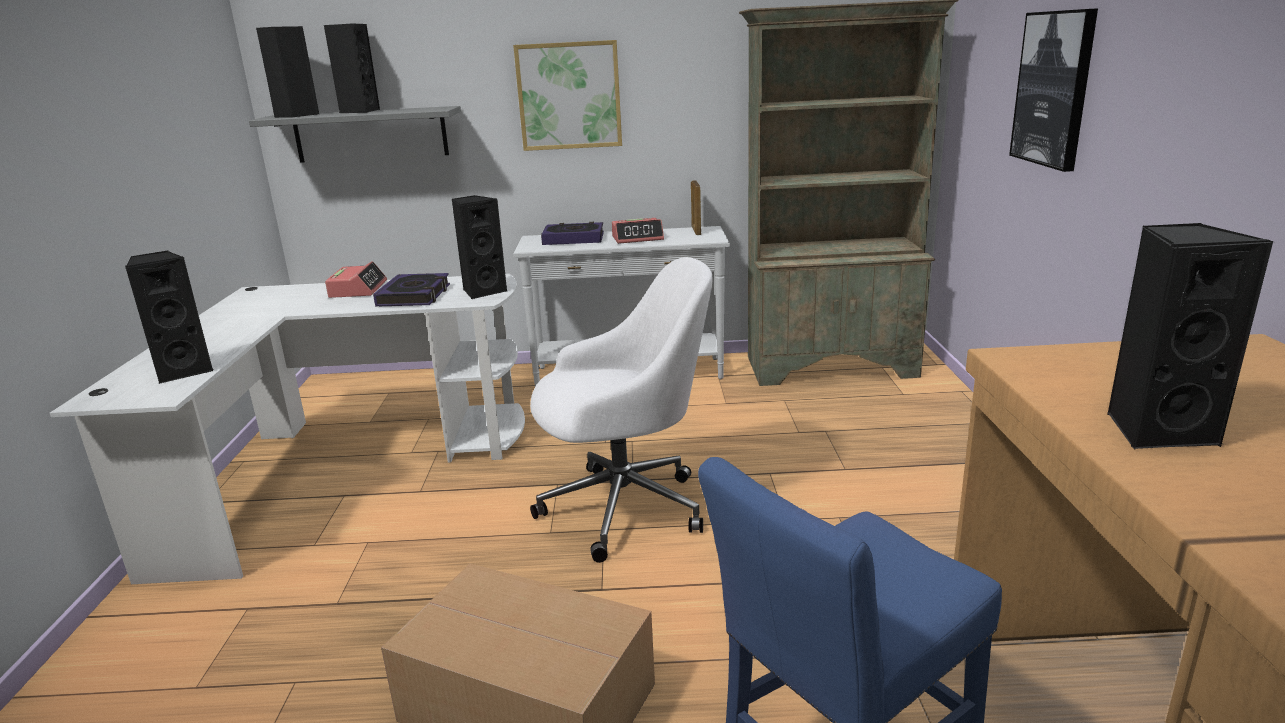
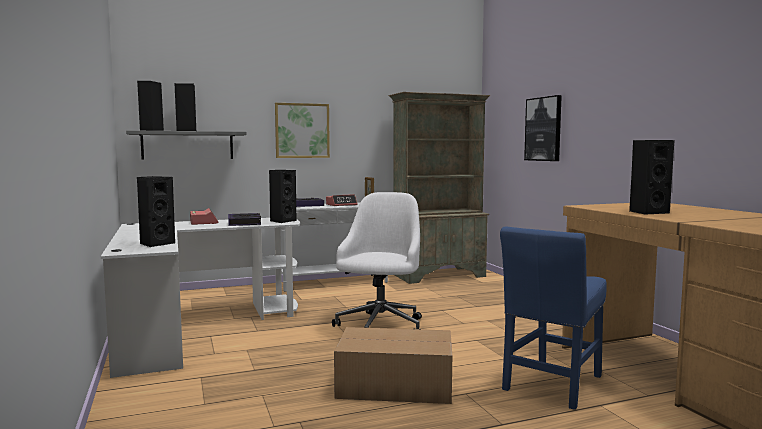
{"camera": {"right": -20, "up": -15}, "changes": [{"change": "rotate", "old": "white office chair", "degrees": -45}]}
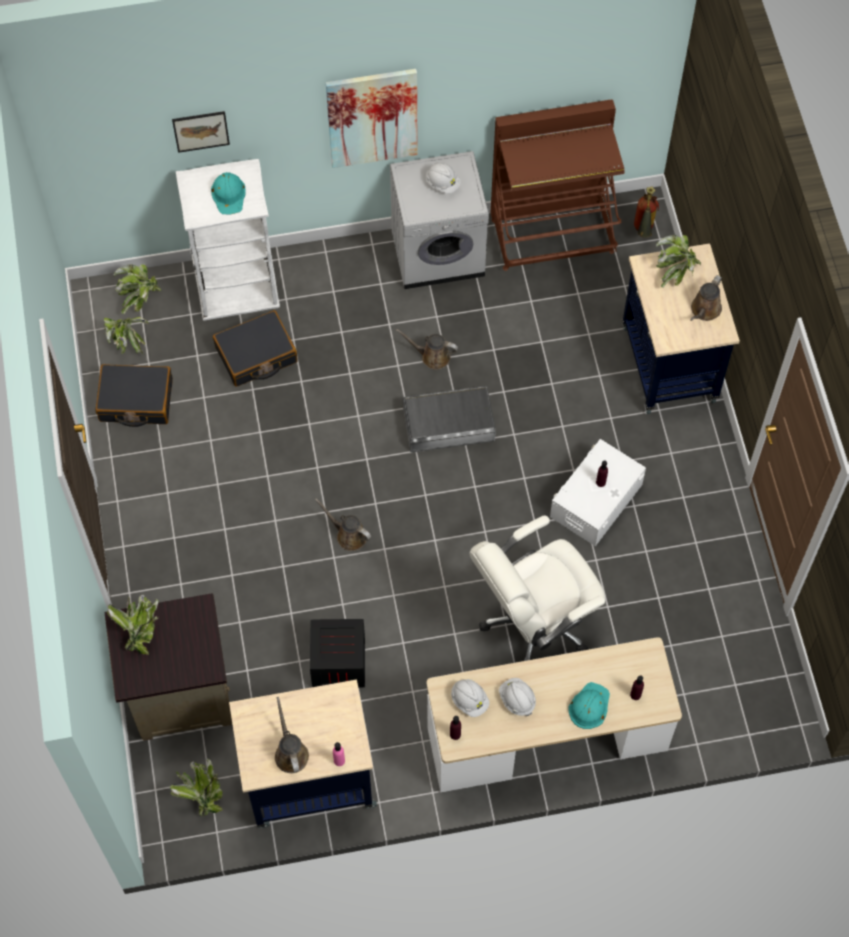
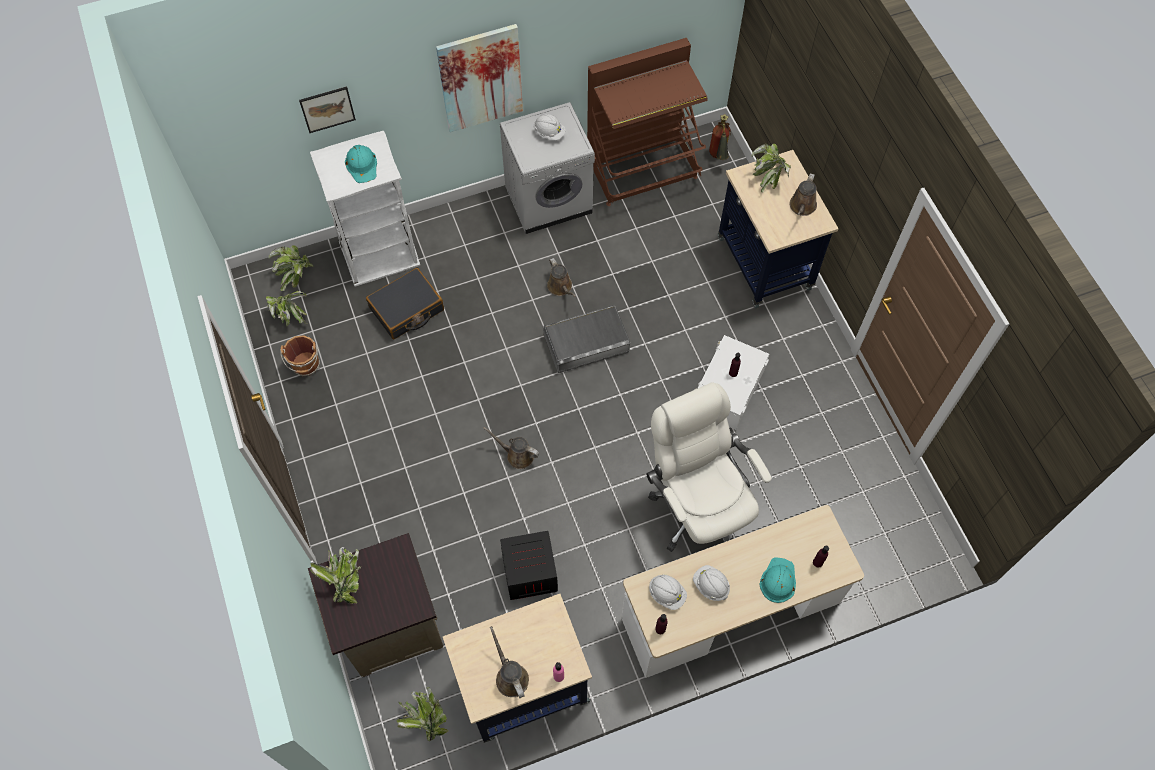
{"camera": {"right": -10, "up": 0}, "changes": [{"change": "replace", "old": "black suitcase (1st from left)", "new": "brown bucket"}, {"change": "rotate", "old": "brown watering can (3rd from left)", "degrees": -120}, {"change": "rotate", "old": "white office chair", "degrees": 105}]}
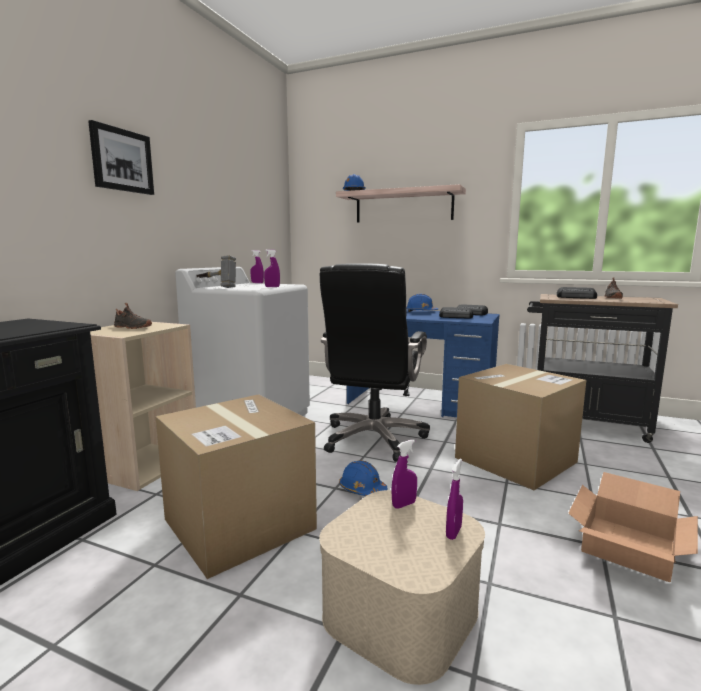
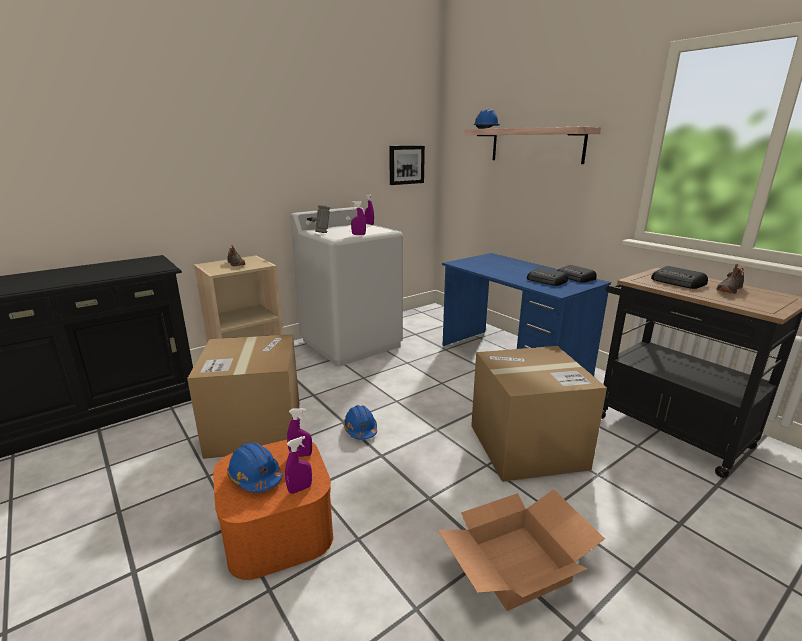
{"camera": {"right": 30, "up": 10}, "changes": [{"change": "recolor", "old": "beige storage box", "new": "orange storage box"}, {"change": "move", "old": "blue hard hat (3rd from left in the first image)", "new": "blue hard hat (1st from left)"}, {"change": "move", "old": "picture"}, {"change": "delete", "old": "black office chair"}]}
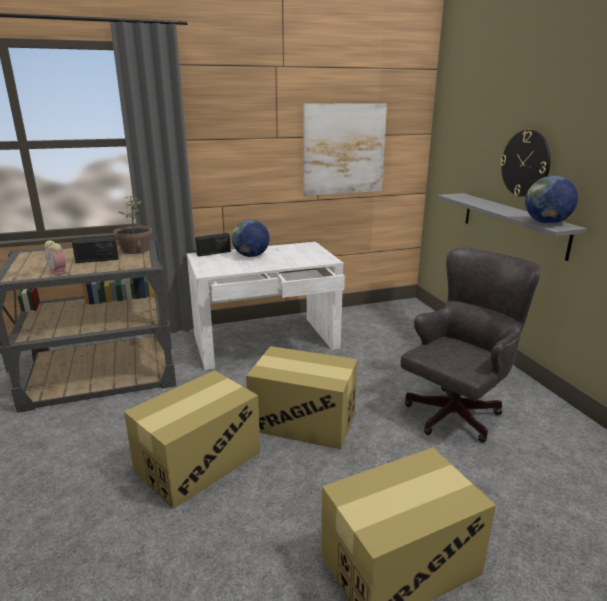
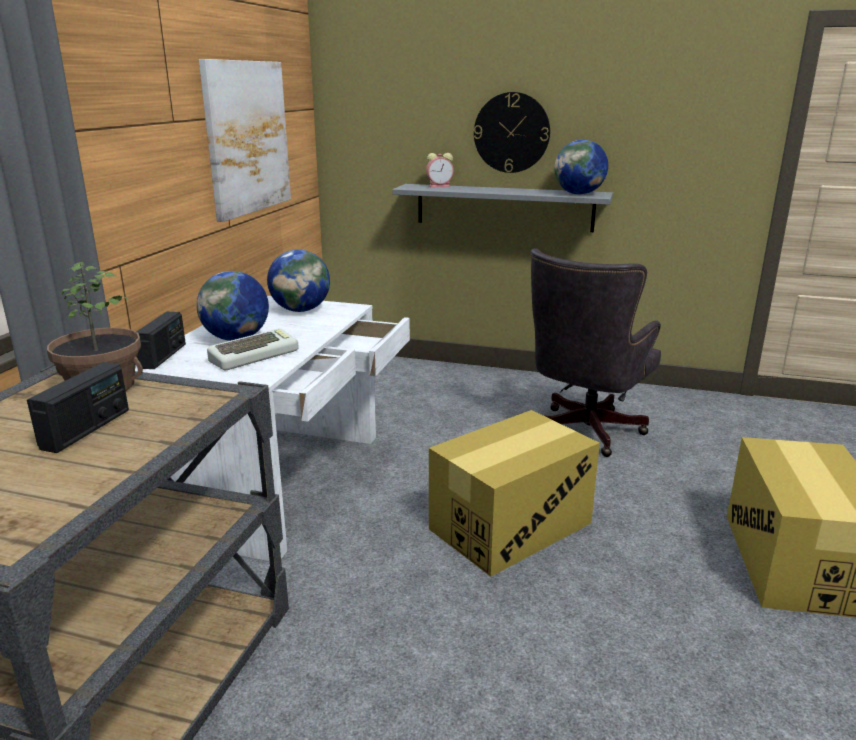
{"camera": {"right": -55, "up": 0}, "changes": [{"change": "insert", "new": "keyboard"}, {"change": "insert", "new": "globe (2nd from left)"}, {"change": "move", "old": "alarm clock"}, {"change": "rotate", "old": "grey office chair", "degrees": -135}, {"change": "delete", "old": "cardboard box (1st from left)"}]}
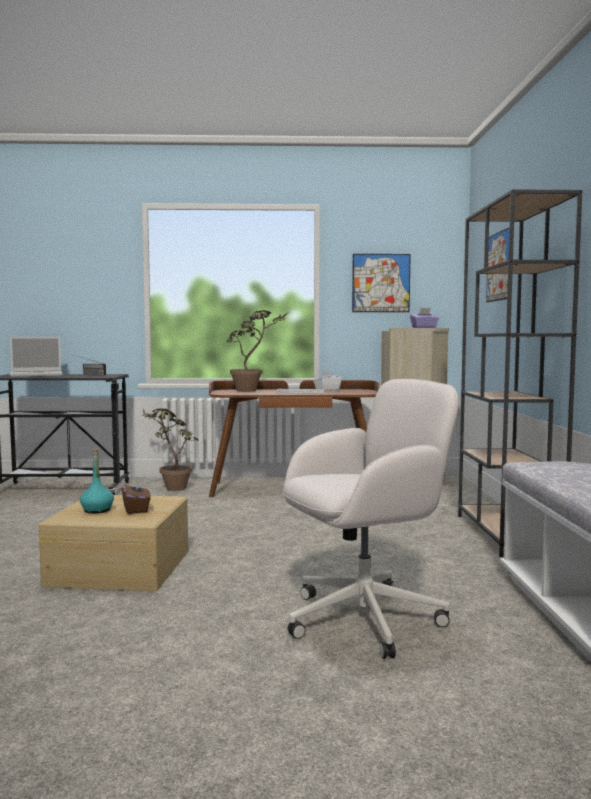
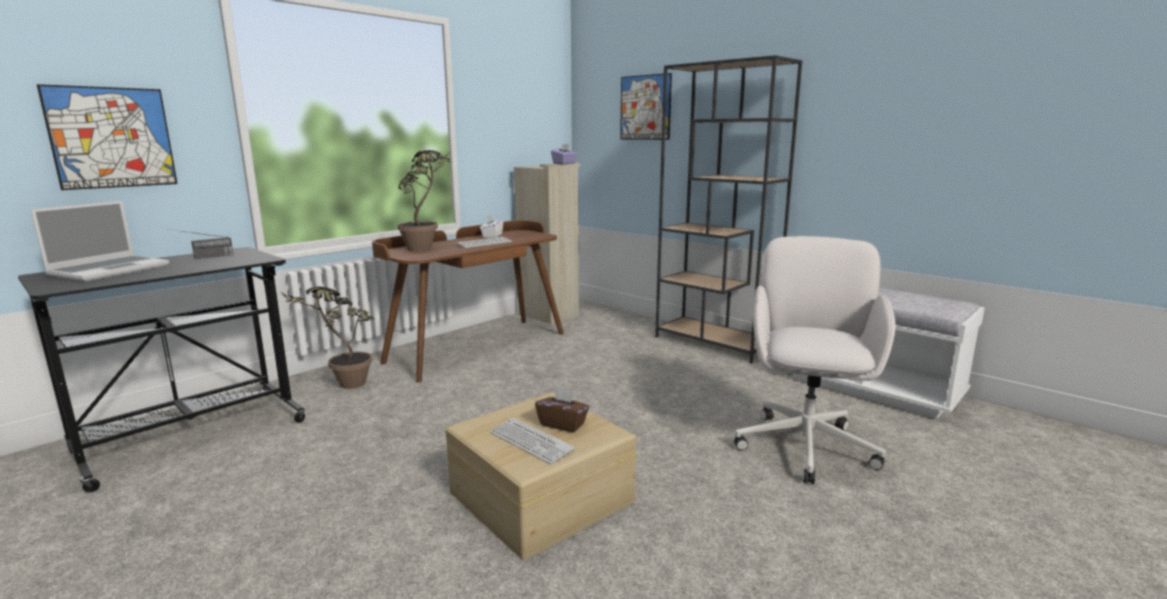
{"camera": {"right": -45, "up": 10}, "changes": [{"change": "move", "old": "picture (1st from left)"}, {"change": "replace", "old": "turquoise bottle", "new": "keyboard (2nd from left)"}]}
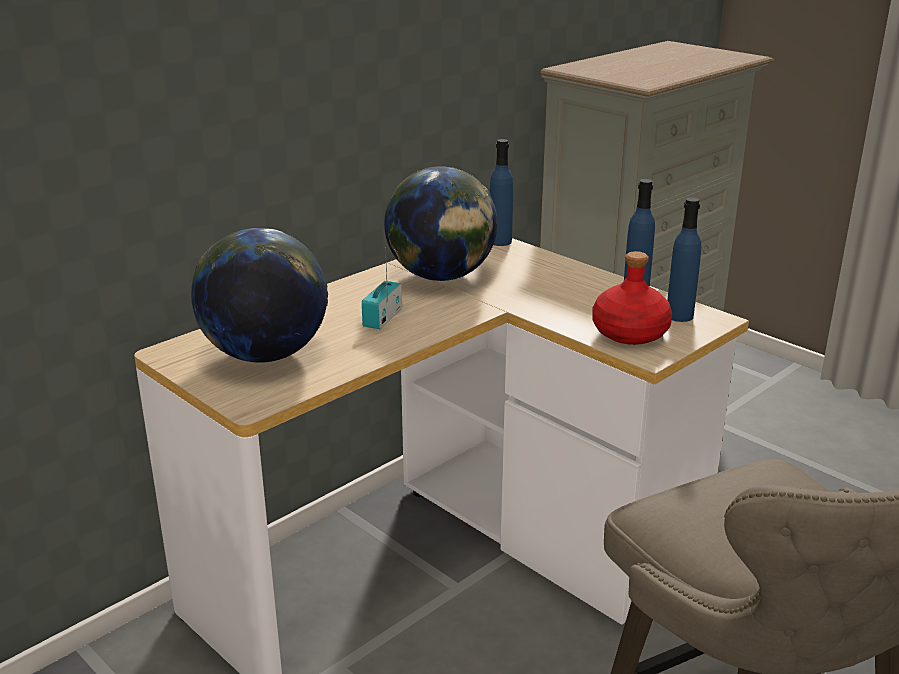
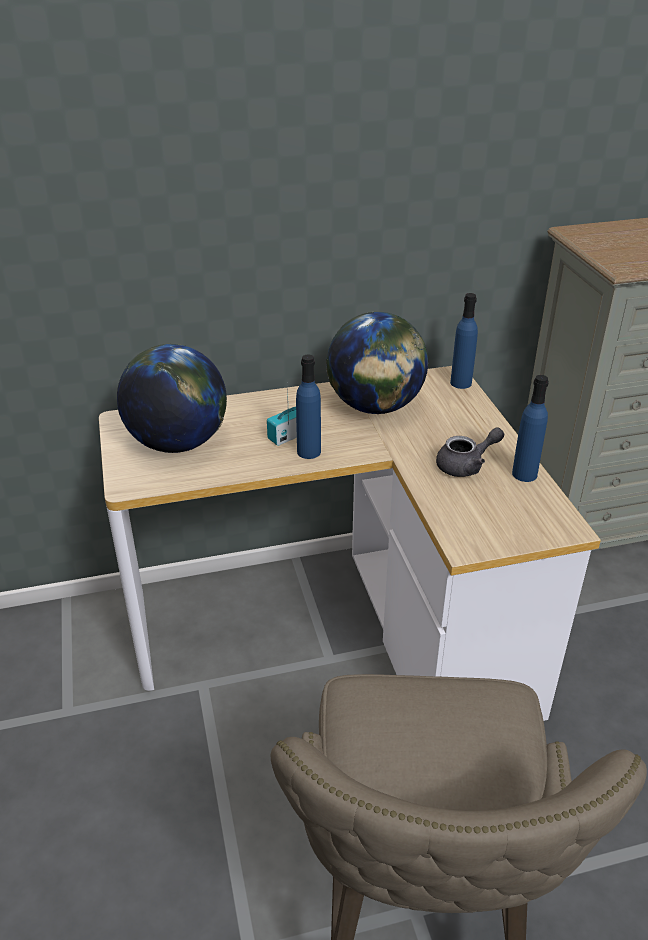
{"camera": {"right": 30, "up": 10}, "changes": [{"change": "move", "old": "blue bottle (3rd from left in the first image)", "new": "blue bottle (1st from left)"}, {"change": "insert", "new": "grey teapot"}, {"change": "delete", "old": "red bottle"}]}
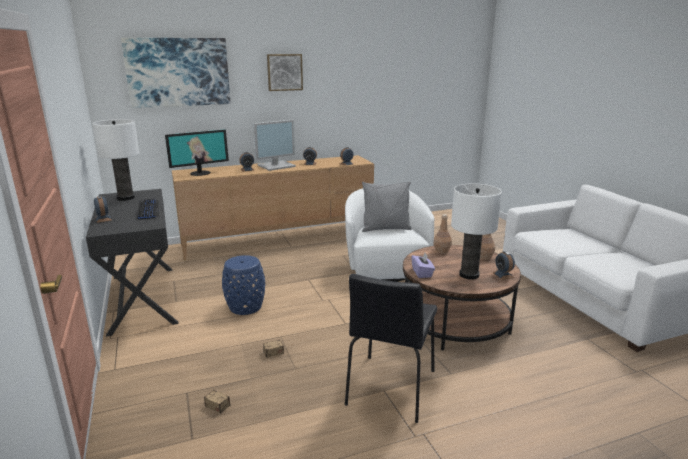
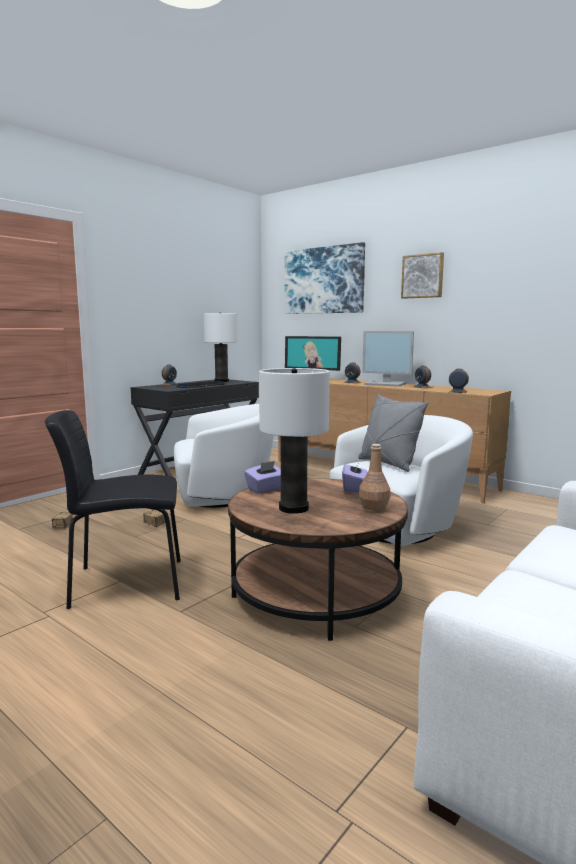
{"camera": {"right": 60, "up": -10}, "changes": [{"change": "replace", "old": "blue stool", "new": "white armchair (1st from left)"}, {"change": "replace", "old": "brown bottle (1st from left)", "new": "purple tissue box (2nd from left)"}, {"change": "delete", "old": "alarm clock (5th from left)"}]}
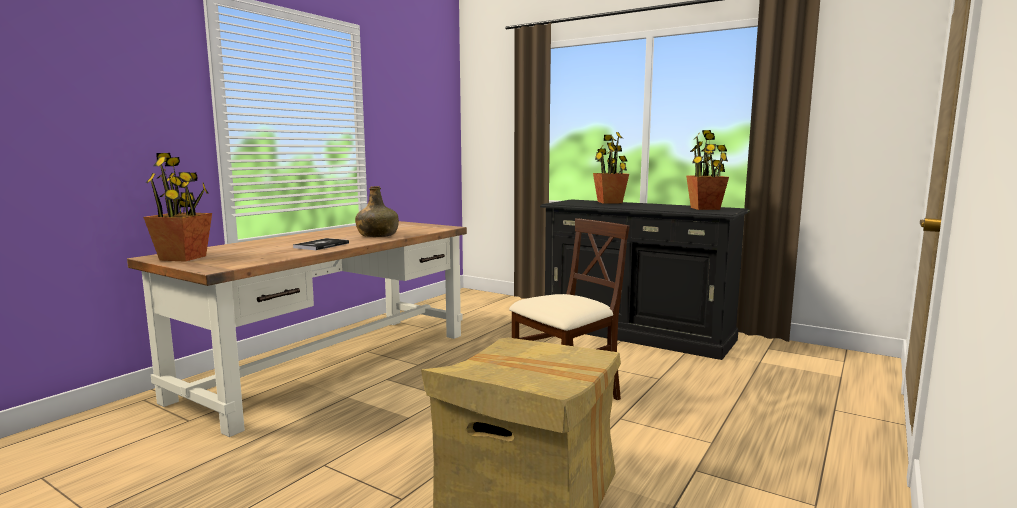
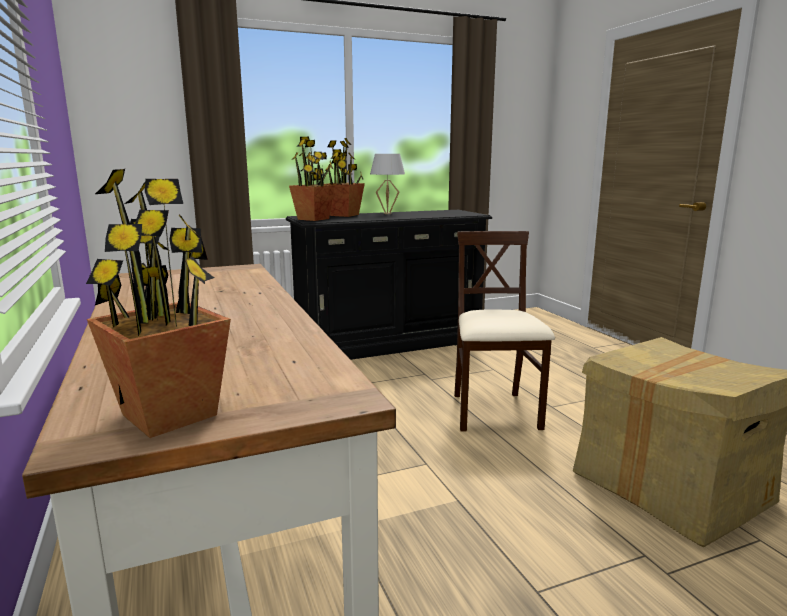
{"camera": {"right": -55, "up": 5}, "changes": [{"change": "move", "old": "potted plant (3rd from left in the first image)", "new": "potted plant (2nd from left)"}, {"change": "insert", "new": "white table lamp"}, {"change": "delete", "old": "book"}, {"change": "delete", "old": "green bottle"}]}
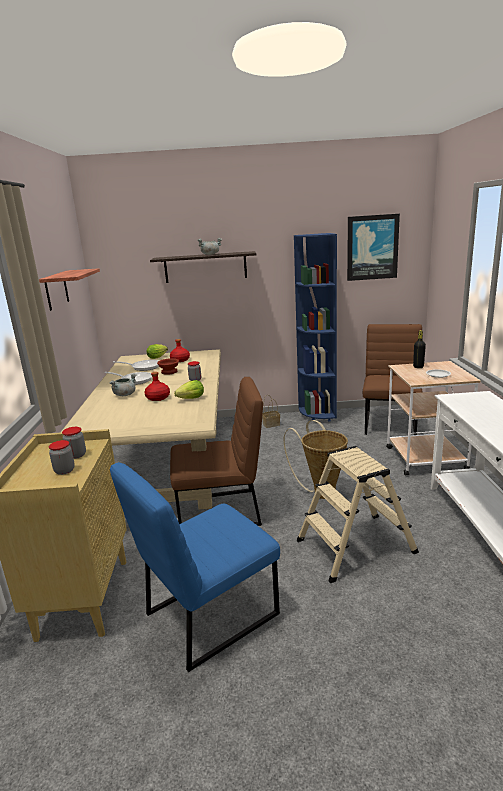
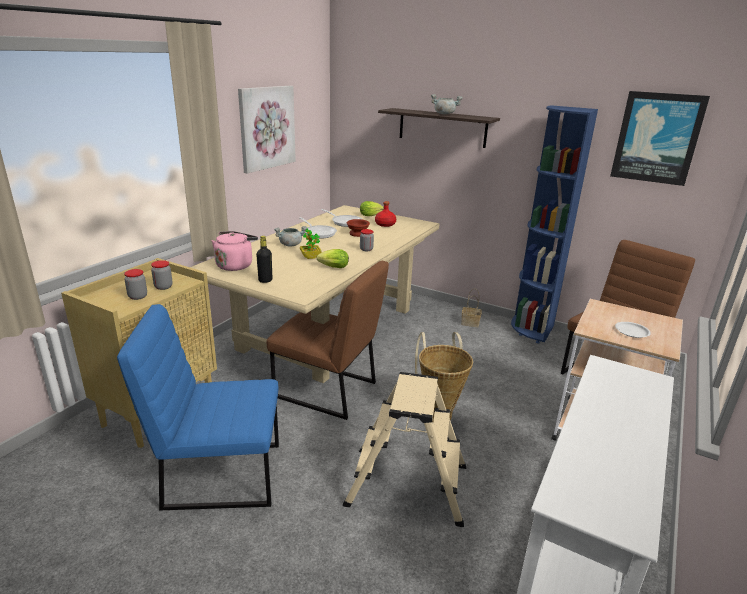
{"camera": {"right": 30, "up": 5}, "changes": [{"change": "insert", "new": "pink kettle"}, {"change": "replace", "old": "shelf (1st from left)", "new": "picture (1st from left)"}, {"change": "move", "old": "black bottle"}, {"change": "replace", "old": "red bottle (1st from left)", "new": "potted plant"}]}
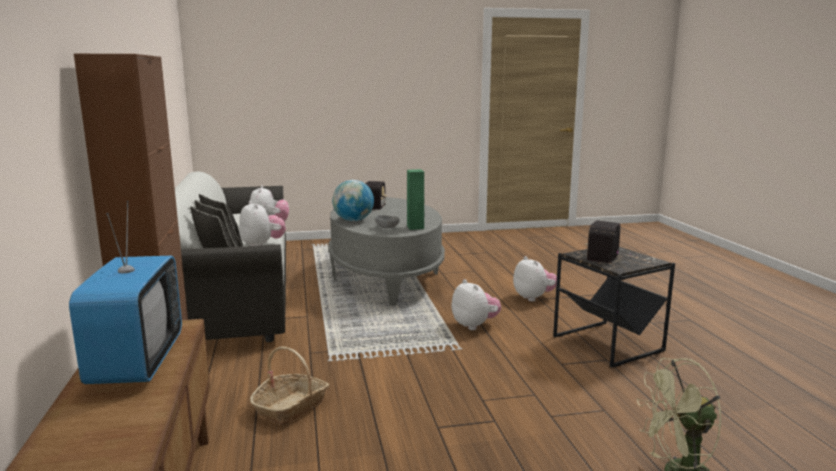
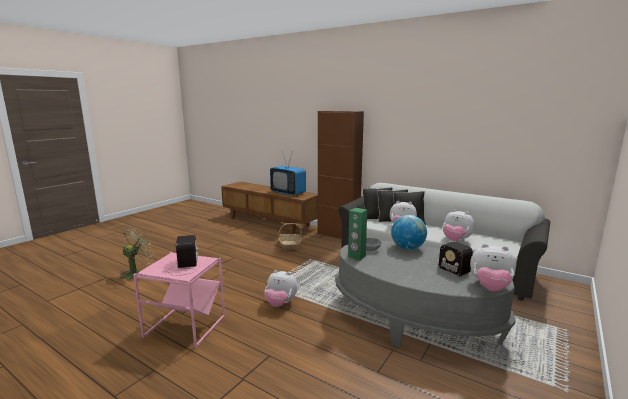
{"camera": {"right": 135, "up": 0}, "changes": [{"change": "recolor", "old": "black side table", "new": "pink side table"}, {"change": "move", "old": "plush toy (4th from left)"}]}
